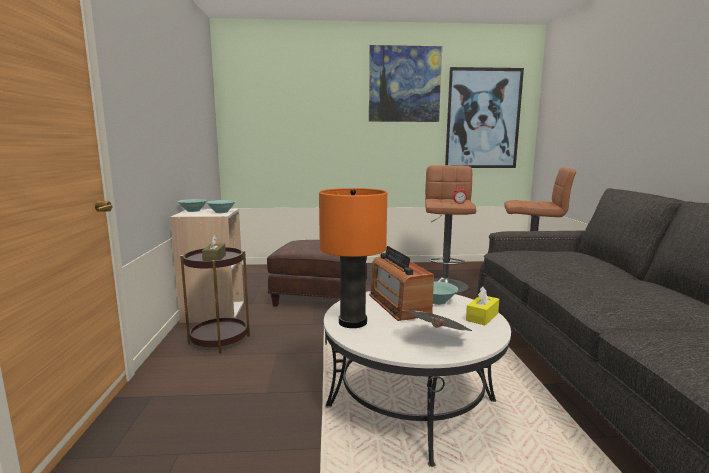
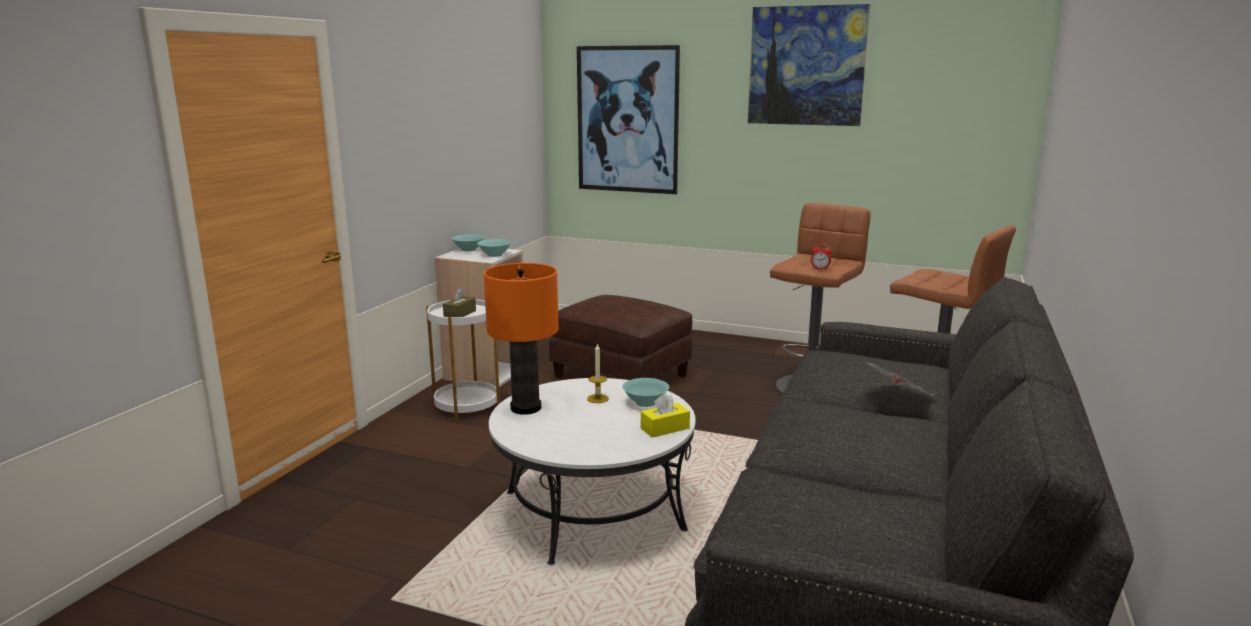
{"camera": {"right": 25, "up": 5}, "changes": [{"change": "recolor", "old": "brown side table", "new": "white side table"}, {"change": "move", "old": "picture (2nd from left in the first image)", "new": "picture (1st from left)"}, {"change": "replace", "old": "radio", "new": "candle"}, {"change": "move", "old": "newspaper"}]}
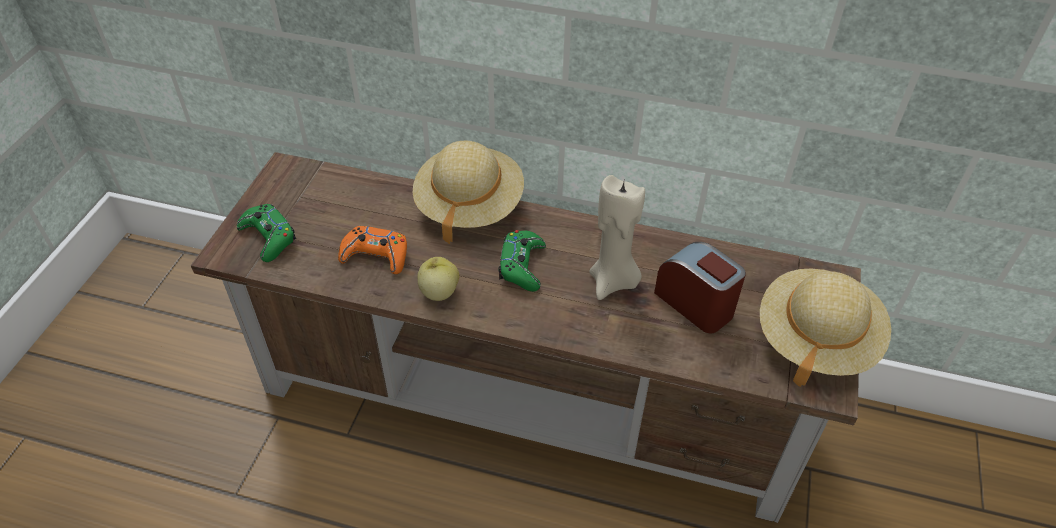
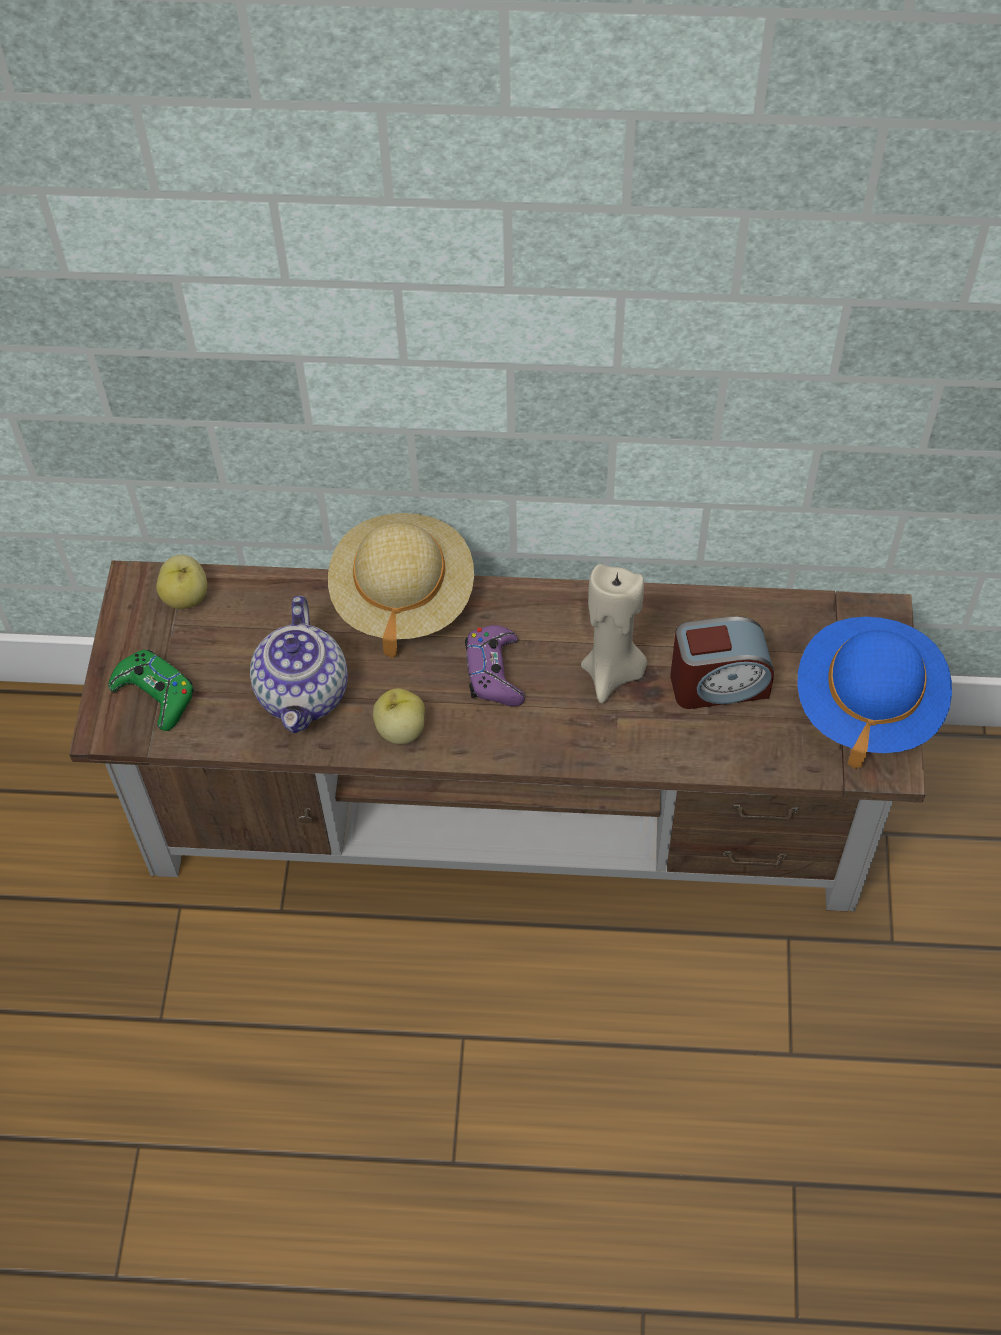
{"camera": {"right": -10, "up": 10}, "changes": [{"change": "insert", "new": "apple (1st from left)"}, {"change": "replace", "old": "orange game controller", "new": "teapot"}, {"change": "recolor", "old": "green game controller (2nd from left)", "new": "purple game controller"}, {"change": "rotate", "old": "alarm clock", "degrees": 135}, {"change": "recolor", "old": "beige hat (2nd from left)", "new": "blue hat"}]}
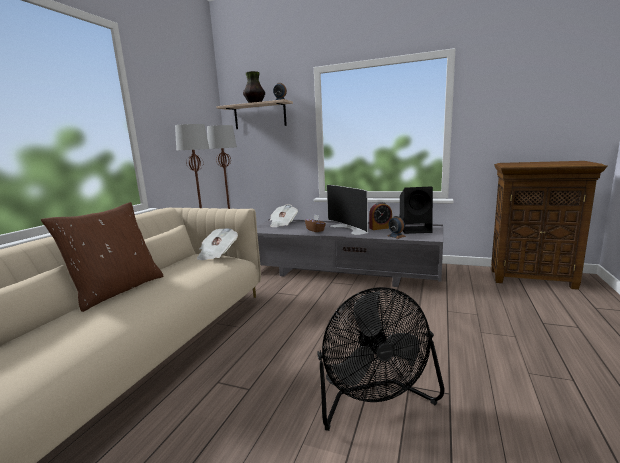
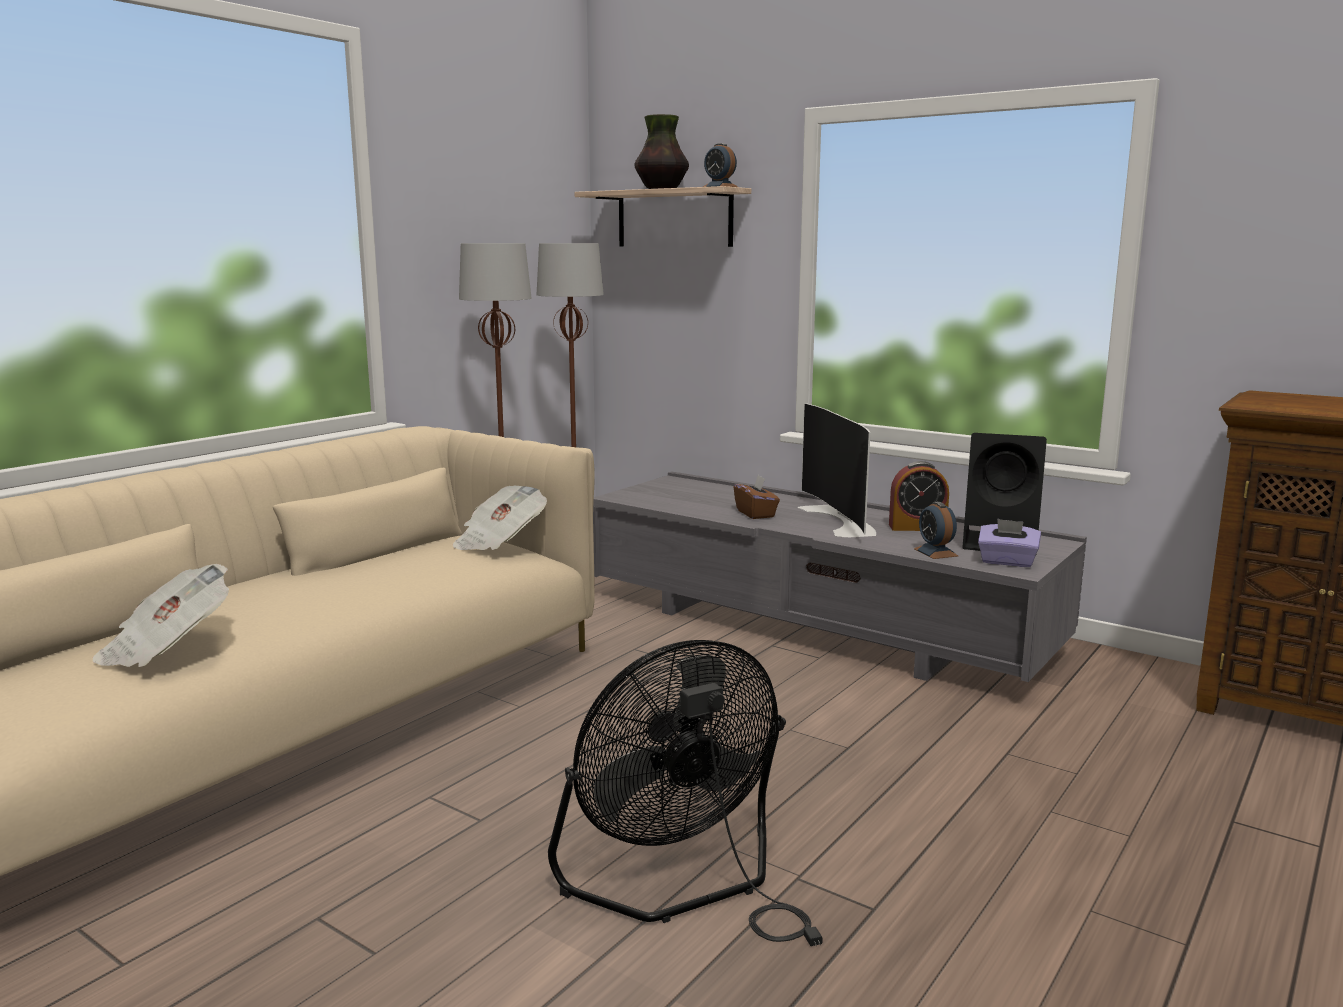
{"camera": {"right": 15, "up": 0}, "changes": [{"change": "move", "old": "newspaper (2nd from left in the first image)", "new": "newspaper (1st from left)"}, {"change": "rotate", "old": "black fan", "degrees": 150}, {"change": "insert", "new": "purple tissue box"}, {"change": "delete", "old": "brown pillow"}]}
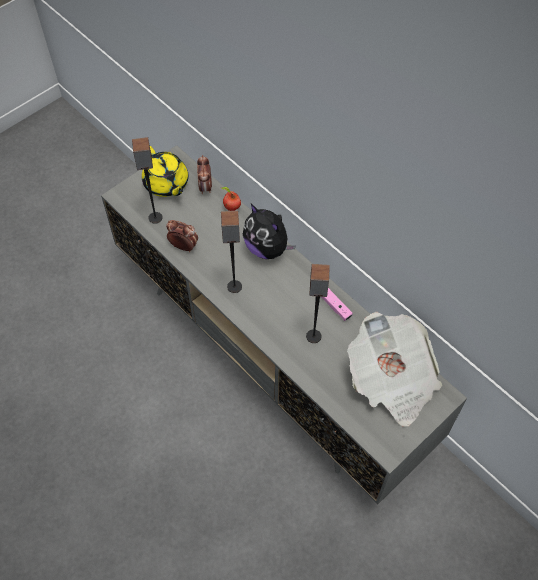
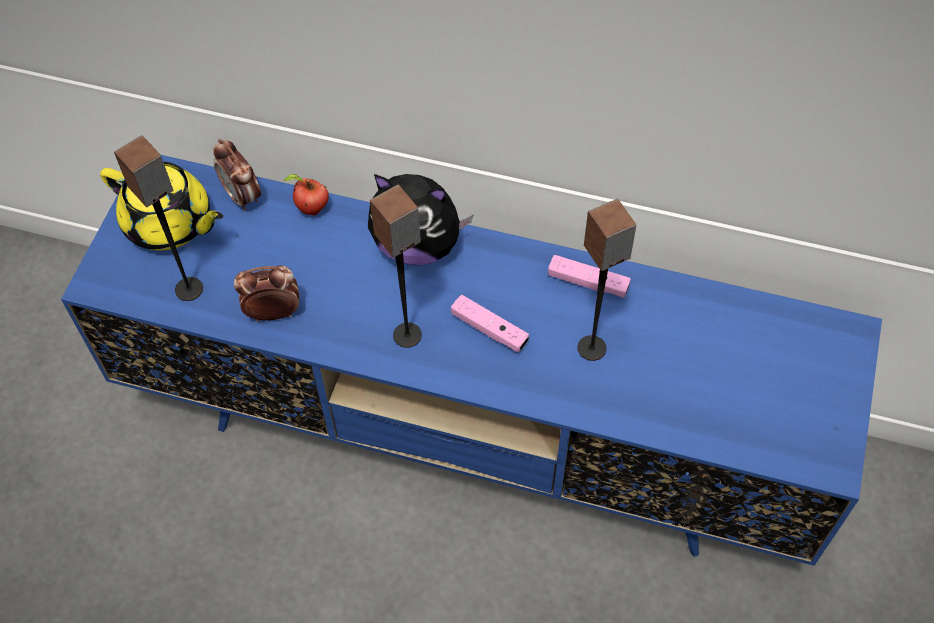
{"camera": {"right": -30, "up": 0}, "changes": [{"change": "recolor", "old": "grey tv stand", "new": "blue tv stand"}, {"change": "insert", "new": "pink game controller (1st from left)"}, {"change": "delete", "old": "newspaper"}]}
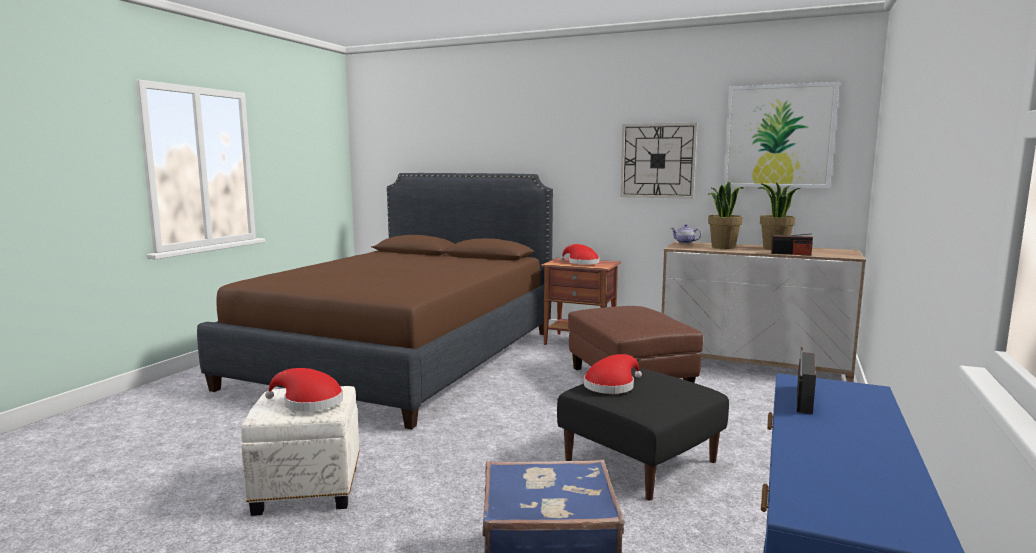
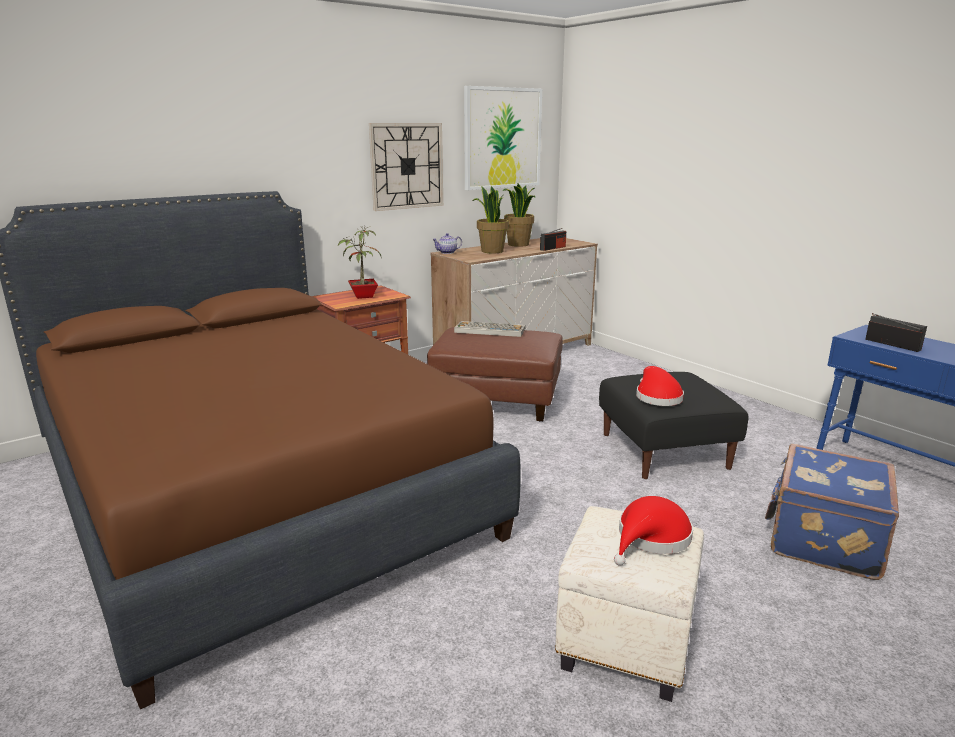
{"camera": {"right": -60, "up": 10}, "changes": [{"change": "replace", "old": "red hat (2nd from left)", "new": "potted plant (1st from left)"}, {"change": "insert", "new": "keyboard"}]}
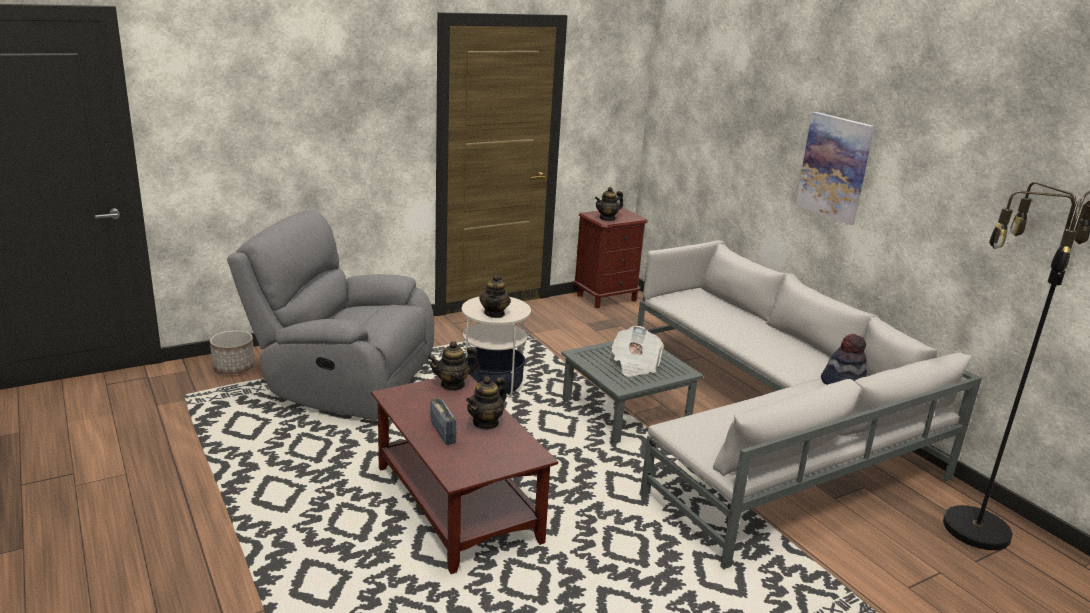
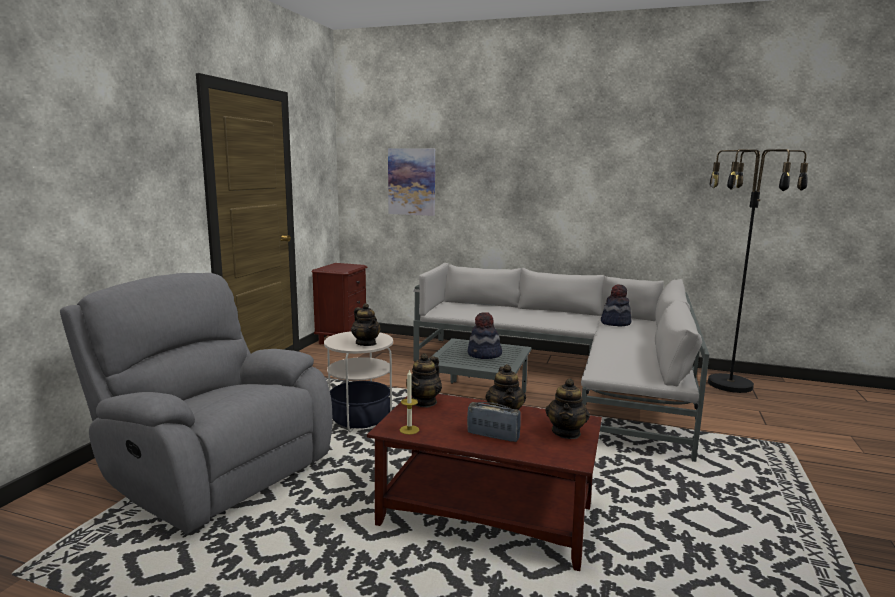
{"camera": {"right": -40, "up": -10}, "changes": [{"change": "rotate", "old": "grey armchair", "degrees": 60}, {"change": "move", "old": "picture"}, {"change": "insert", "new": "candle"}, {"change": "replace", "old": "newspaper", "new": "hat (1st from left)"}, {"change": "move", "old": "teapot (4th from left)"}, {"change": "delete", "old": "planter"}]}
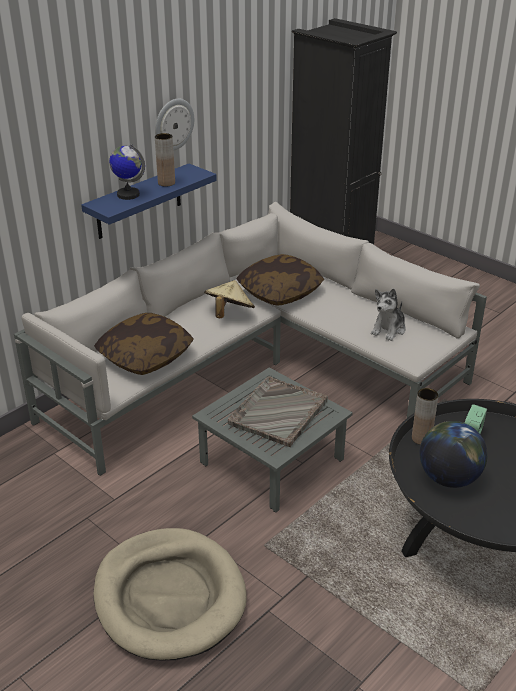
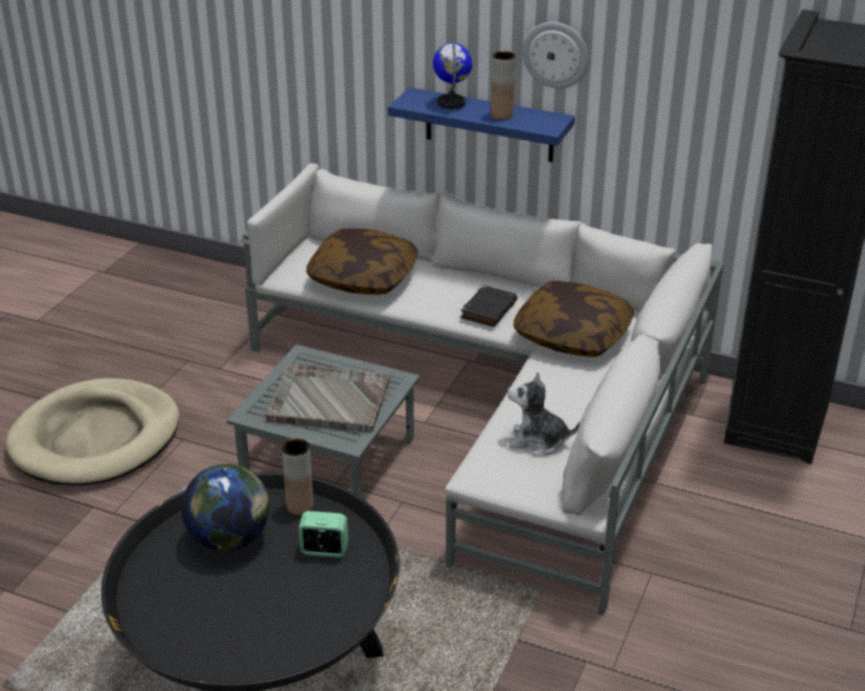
{"camera": {"right": 70, "up": 0}, "changes": [{"change": "replace", "old": "beige hat", "new": "black book"}]}
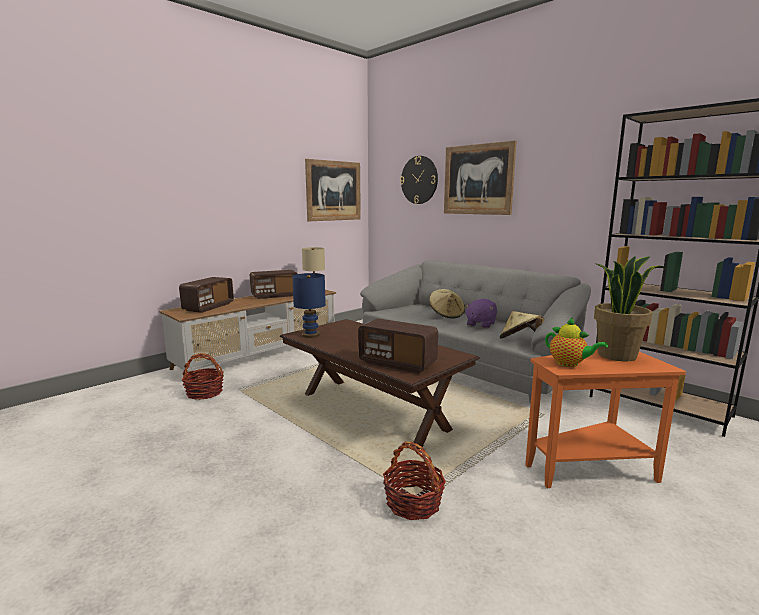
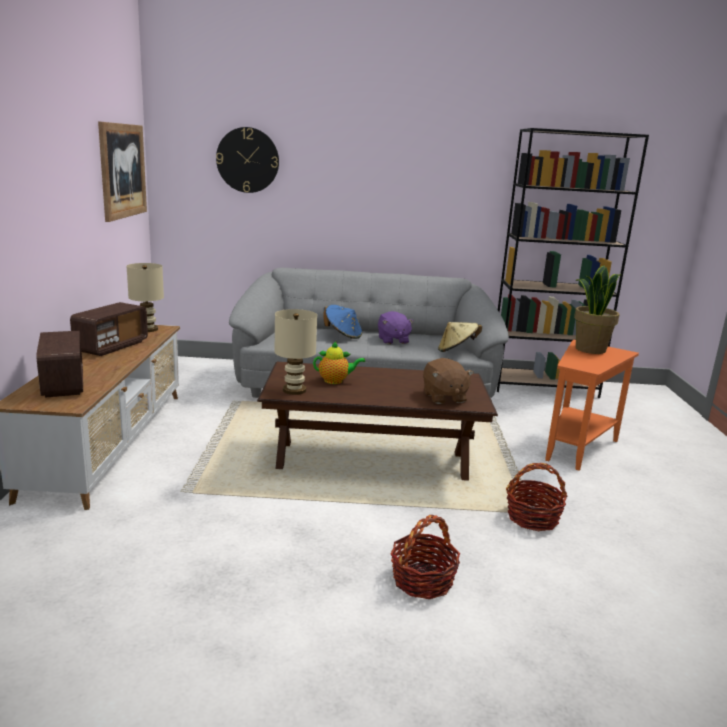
{"camera": {"right": -45, "up": 5}, "changes": [{"change": "recolor", "old": "blue table lamp", "new": "beige table lamp (2nd from left)"}, {"change": "move", "old": "teapot"}, {"change": "recolor", "old": "beige hat (1st from left)", "new": "blue hat"}, {"change": "move", "old": "basket (1st from left)"}, {"change": "replace", "old": "radio (3rd from left)", "new": "brown plush toy"}, {"change": "delete", "old": "picture (2nd from left)"}]}
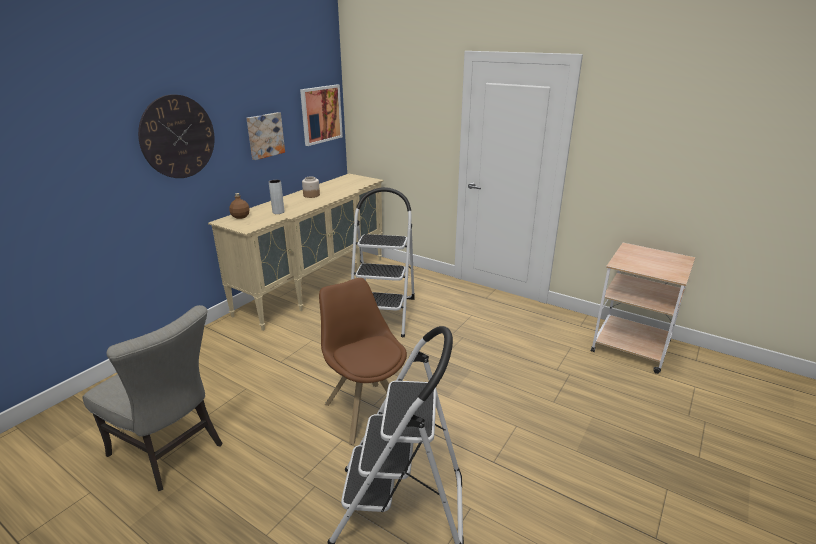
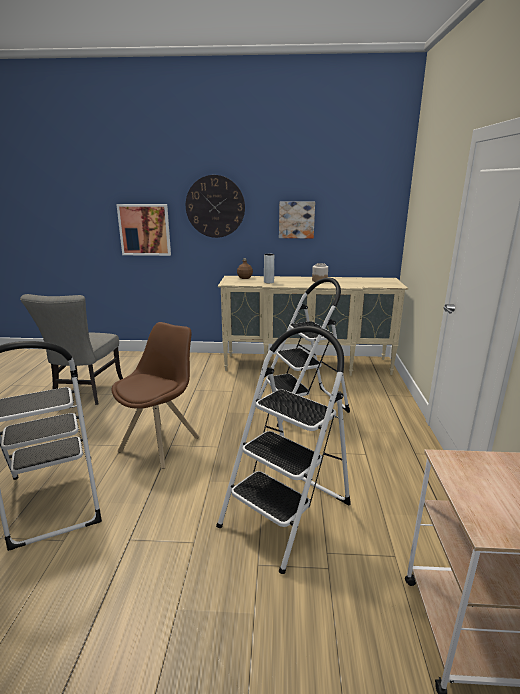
{"camera": {"right": 60, "up": -5}, "changes": [{"change": "move", "old": "picture (2nd from left in the first image)", "new": "picture (1st from left)"}, {"change": "insert", "new": "step ladder (2nd from left)"}]}
